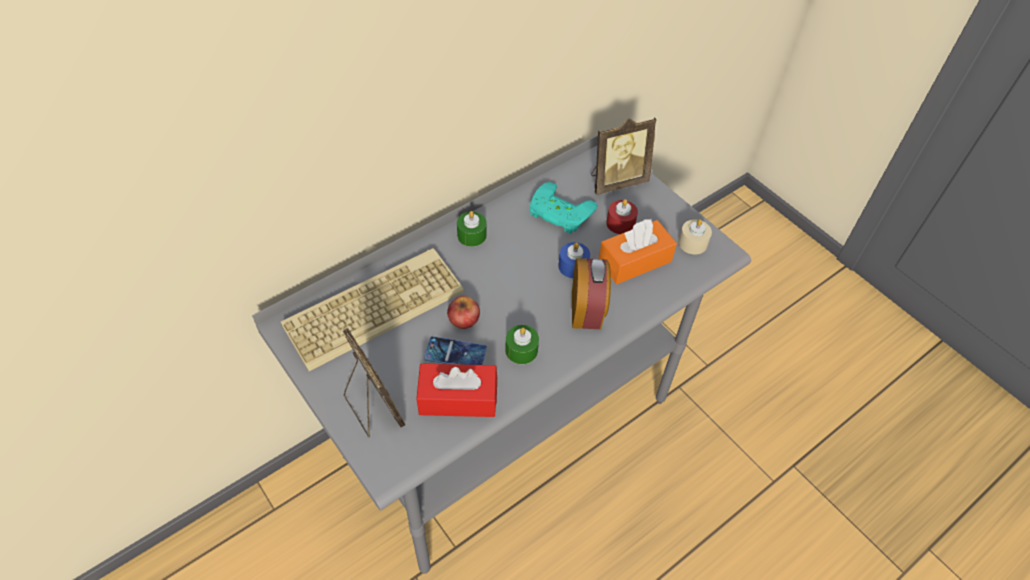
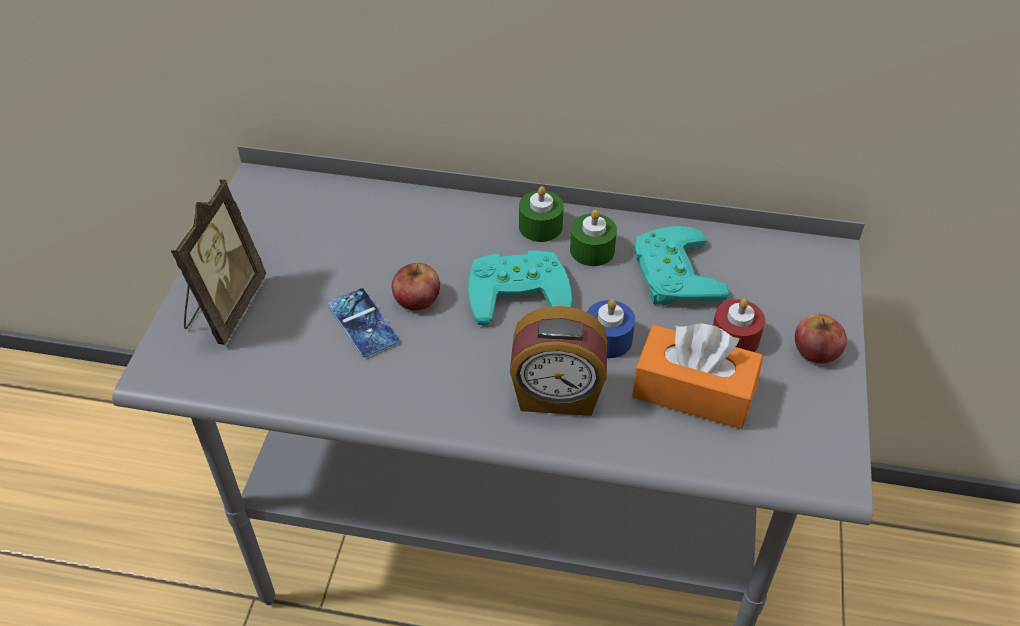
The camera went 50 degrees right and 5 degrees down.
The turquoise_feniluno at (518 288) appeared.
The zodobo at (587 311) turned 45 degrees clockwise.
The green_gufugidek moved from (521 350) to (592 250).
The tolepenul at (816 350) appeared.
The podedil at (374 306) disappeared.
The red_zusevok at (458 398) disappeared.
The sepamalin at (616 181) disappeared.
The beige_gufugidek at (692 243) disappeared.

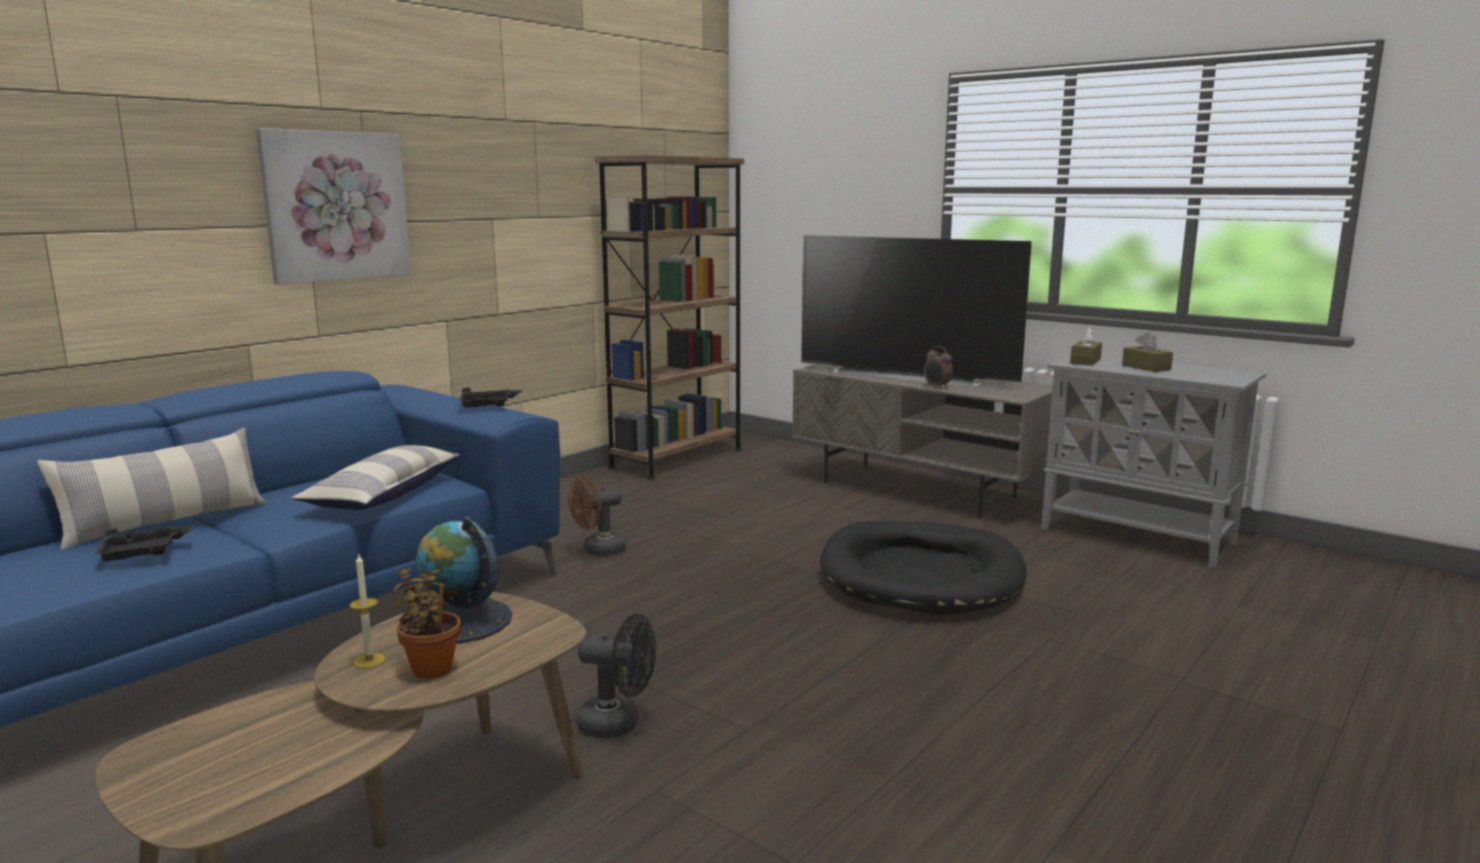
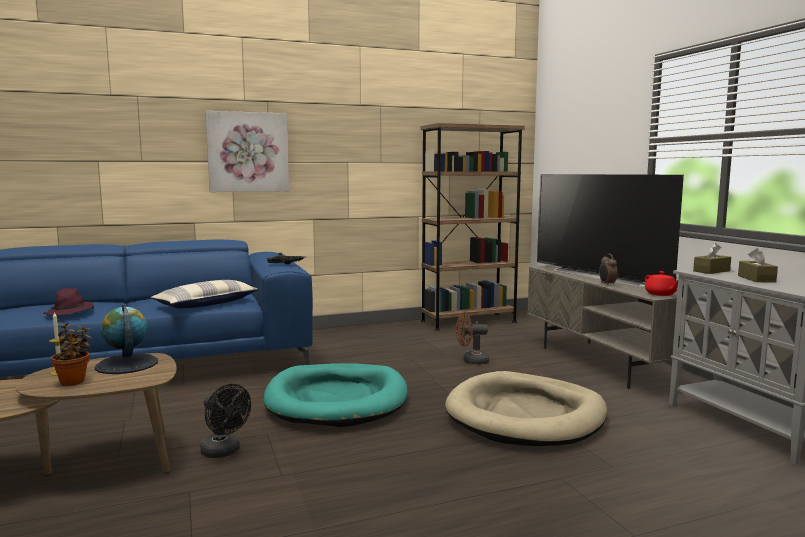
The camera went 30 degrees right and 5 degrees down.
The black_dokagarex at (143 553) was replaced by the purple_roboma at (70 312).
The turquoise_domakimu at (337 400) appeared.
The black_domakimu at (920 575) became the beige_domakimu at (525 415).
The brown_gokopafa moved from (598 550) to (471 361).
The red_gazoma at (660 294) appeared.
The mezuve at (165 523) disappeared.

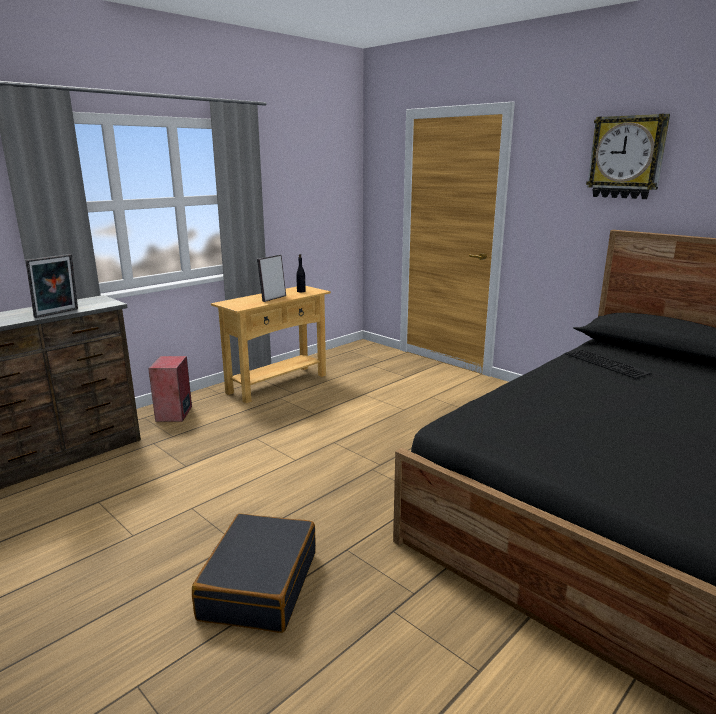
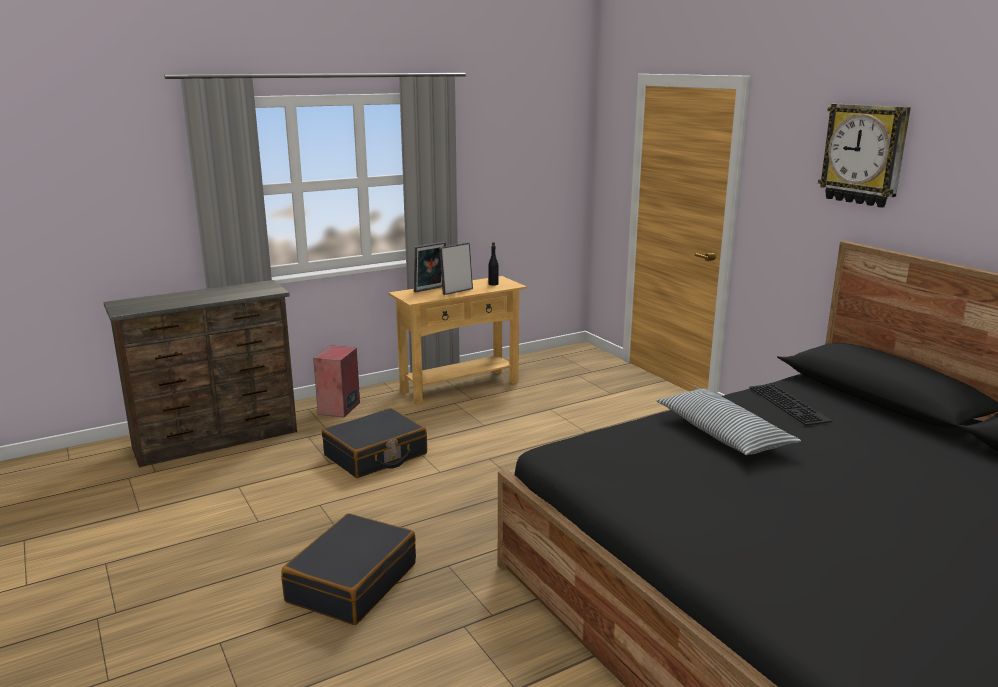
The camera went 15 degrees right and 0 degrees up.
The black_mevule at (376 455) appeared.
The sepamalin moved from (58 313) to (430 289).
The mezuve at (722 434) appeared.

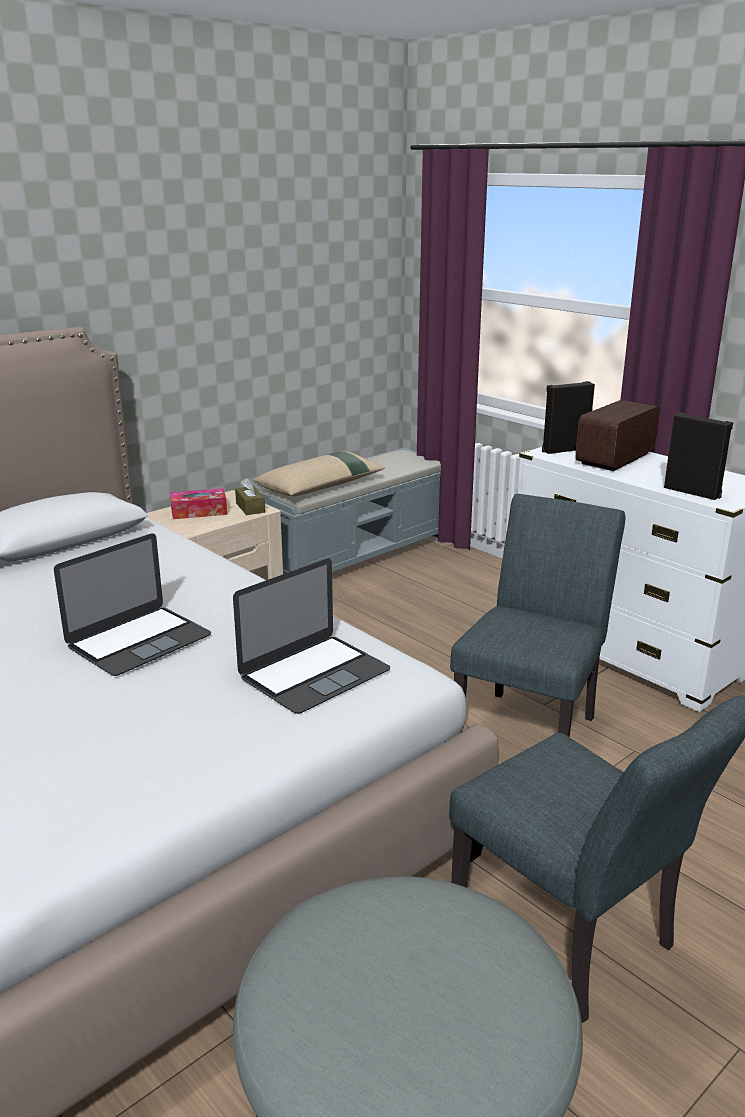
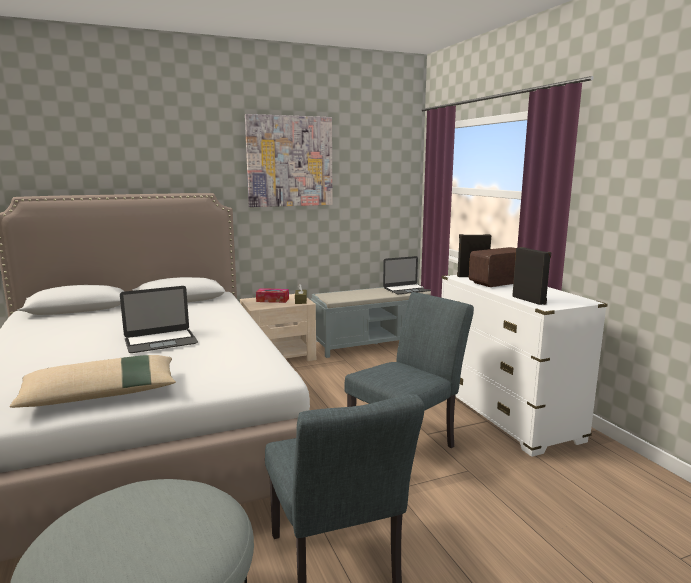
The camera went 20 degrees right and 10 degrees down.
The beige_mezuve moved from (321 486) to (101 394).
The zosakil at (289 161) appeared.
The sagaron moved from (314 673) to (407 289).

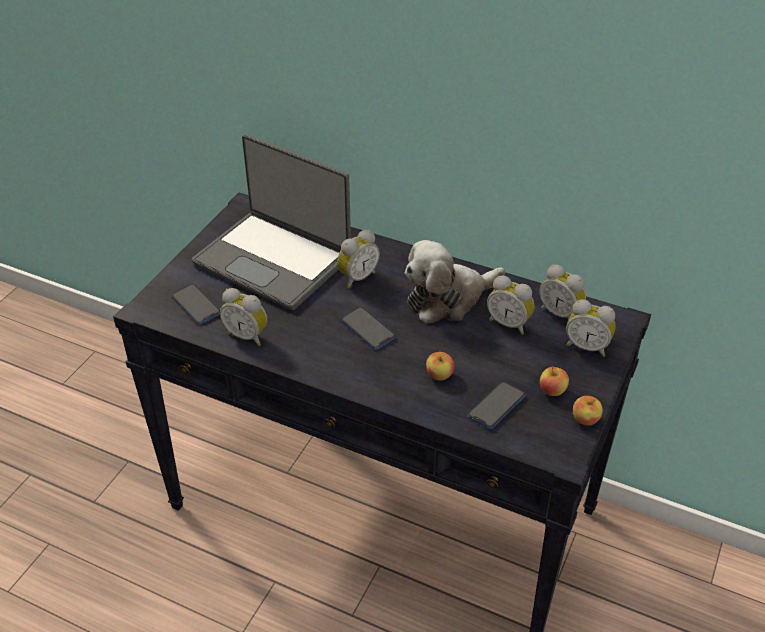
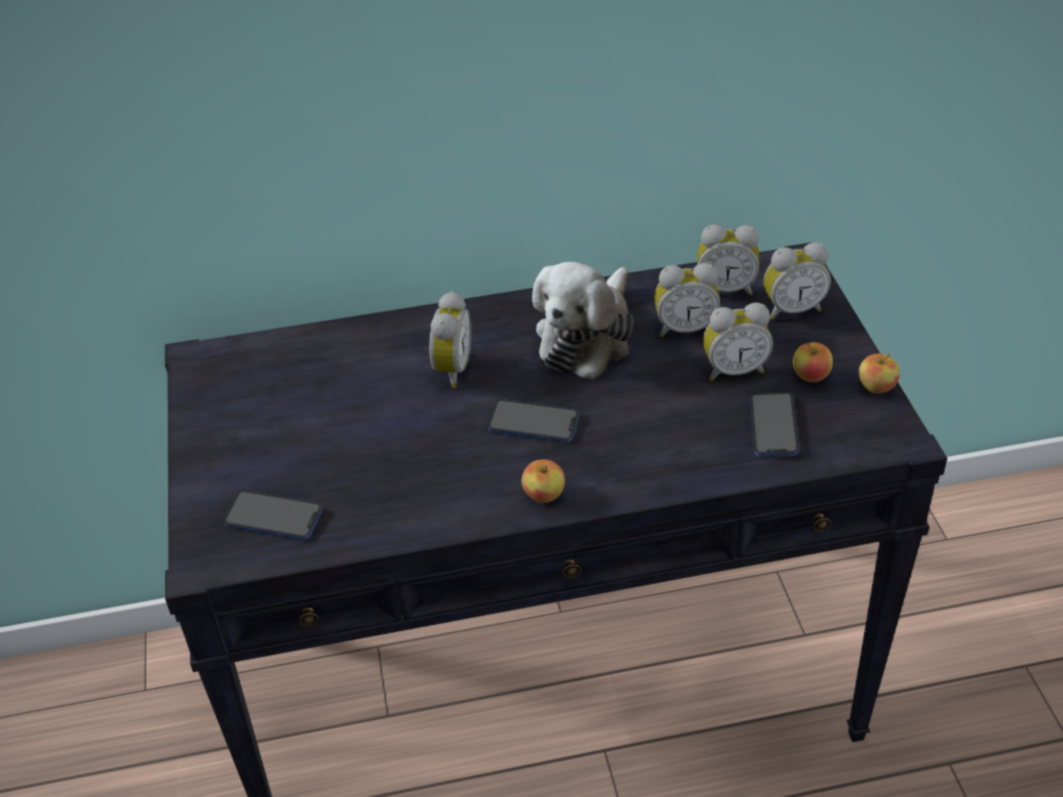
The camera went 35 degrees left and 0 degrees up.
The tolepenul moved from (439 375) to (544 495).
The zodobo moved from (247 335) to (733 370).
The sagaron at (274 260) disappeared.

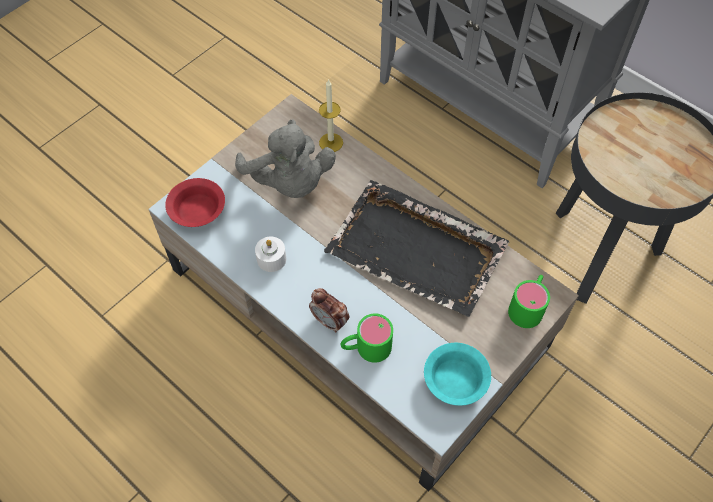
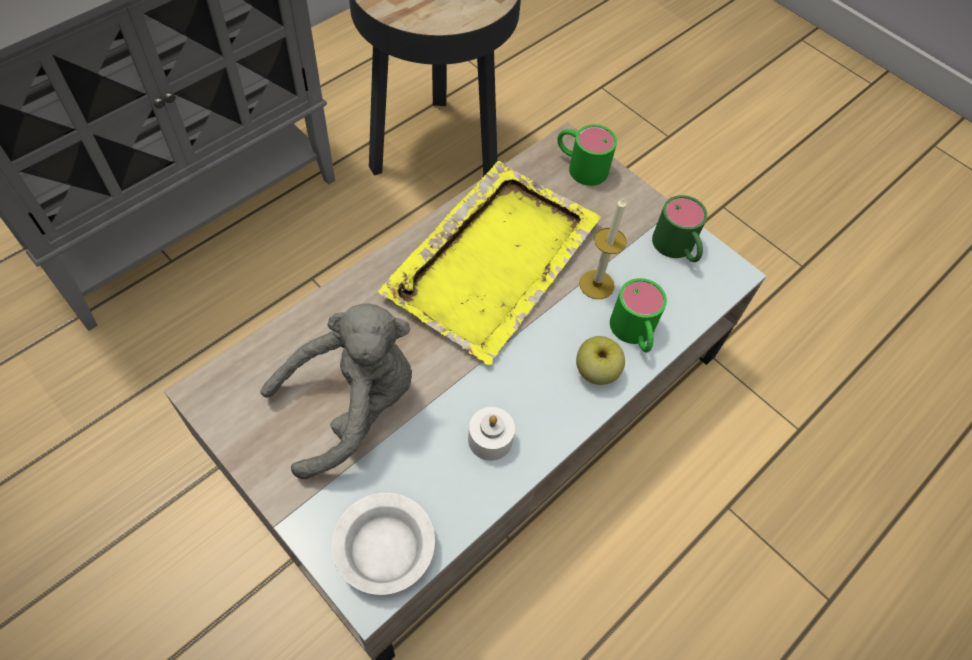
The camera went 90 degrees left and 0 degrees up.
The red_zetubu at (197 212) became the white_zetubu at (387 551).
The black_dokagarex at (417 251) became the yellow_dokagarex at (495 259).
The zodobo at (330 321) was replaced by the tolepenul at (596 371).
The gufugidek moved from (331 142) to (596 284).
The turquoise_zetubu at (455 382) was replaced by the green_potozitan at (677 249).

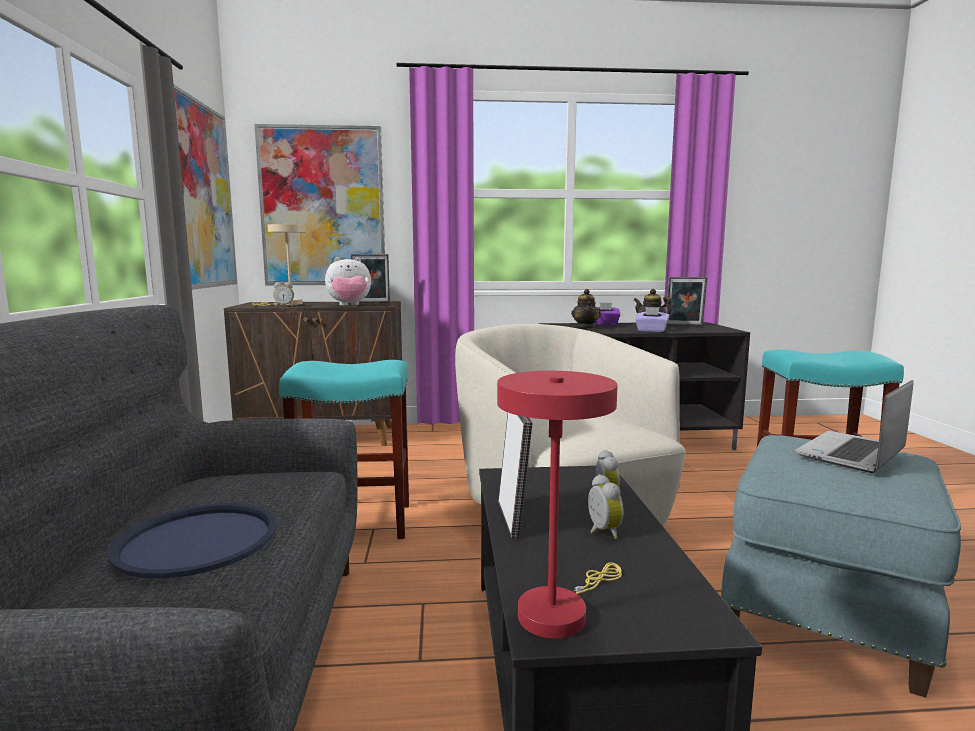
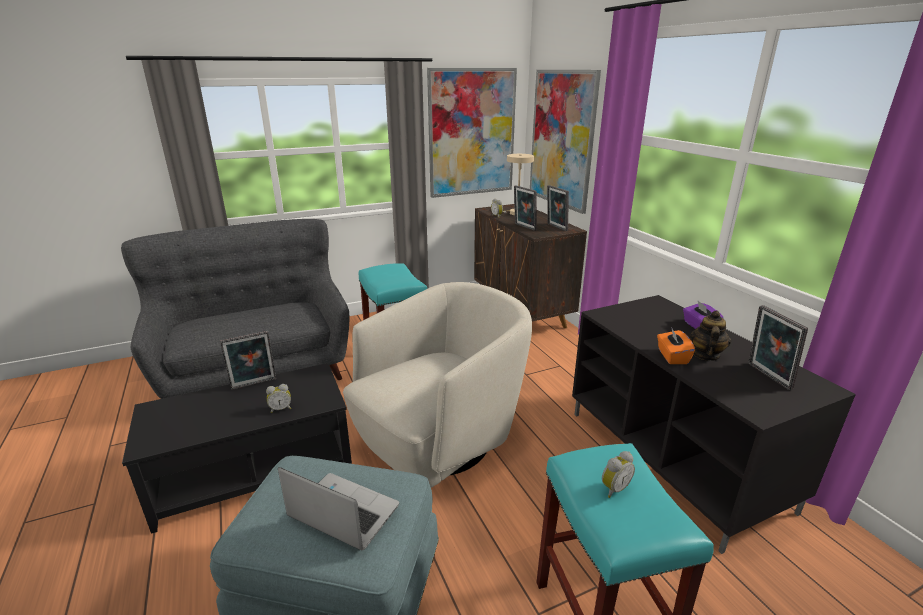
The camera went 70 degrees right and 15 degrees up.
The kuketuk at (349 305) was replaced by the sepamalin at (524 227).
The zodobo moved from (601 532) to (613 488).
The purple_zusevok at (651 331) became the orange_zusevok at (672 356).
The blue_dokagarex at (197 541) disappeared.
The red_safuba at (559 611) disappeared.
The gazoma at (585 327) disappeared.

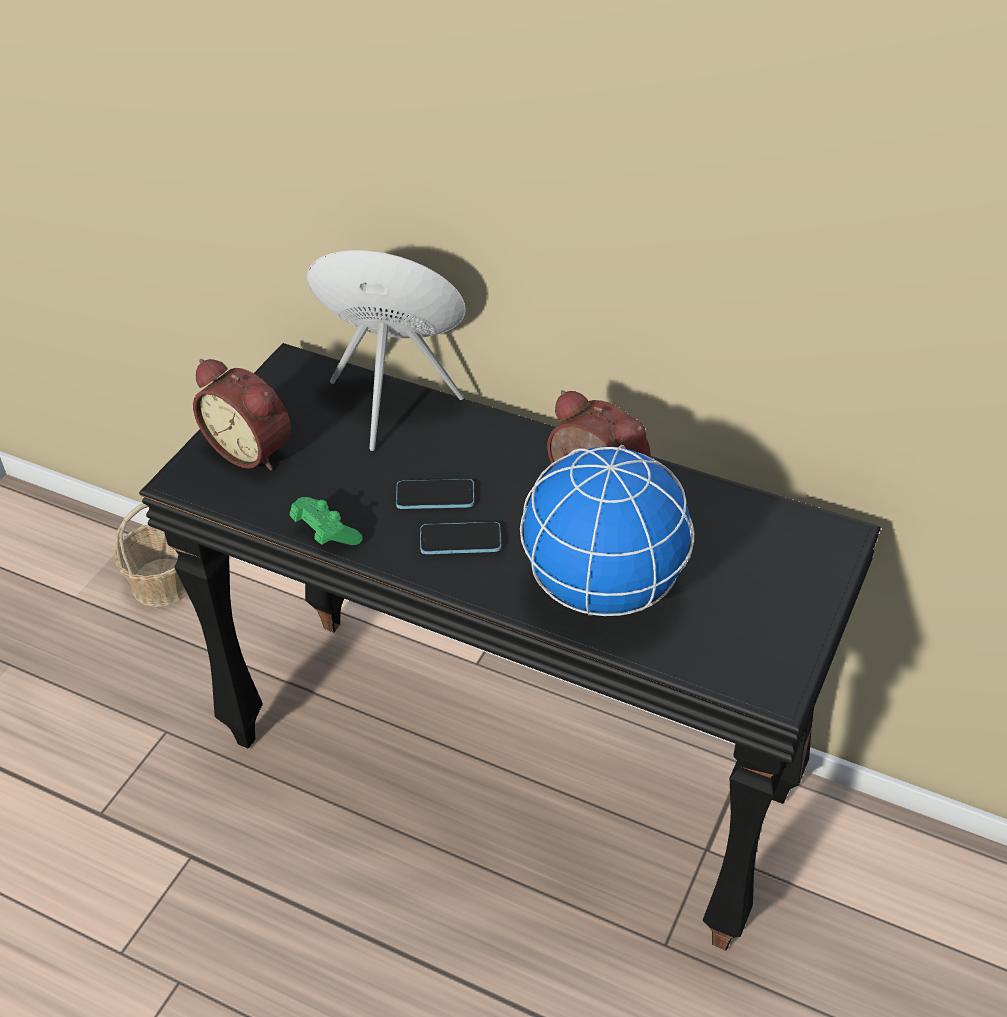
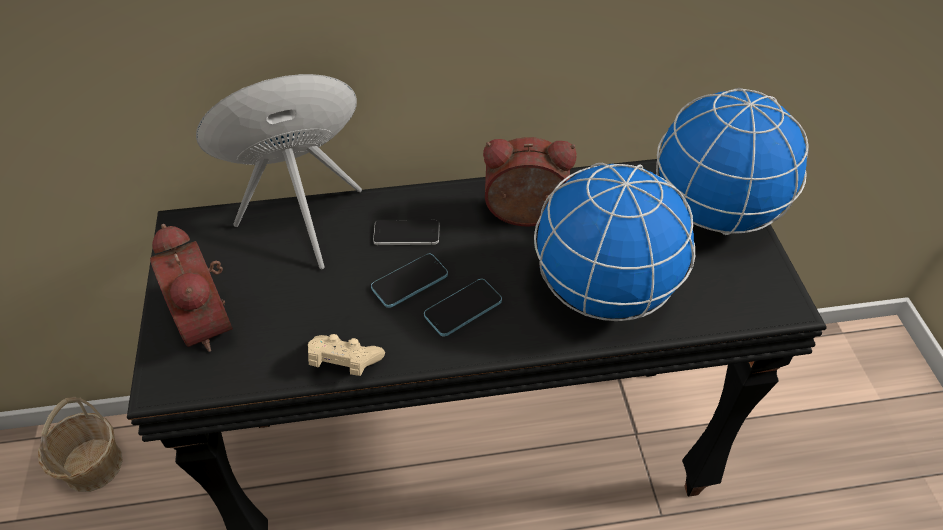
The camera went 35 degrees left and 5 degrees up.
The zodobo at (252 449) turned 60 degrees clockwise.
The green_feniluno at (325 533) became the beige_feniluno at (344 362).
The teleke at (406 233) appeared.
The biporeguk at (713 212) appeared.

